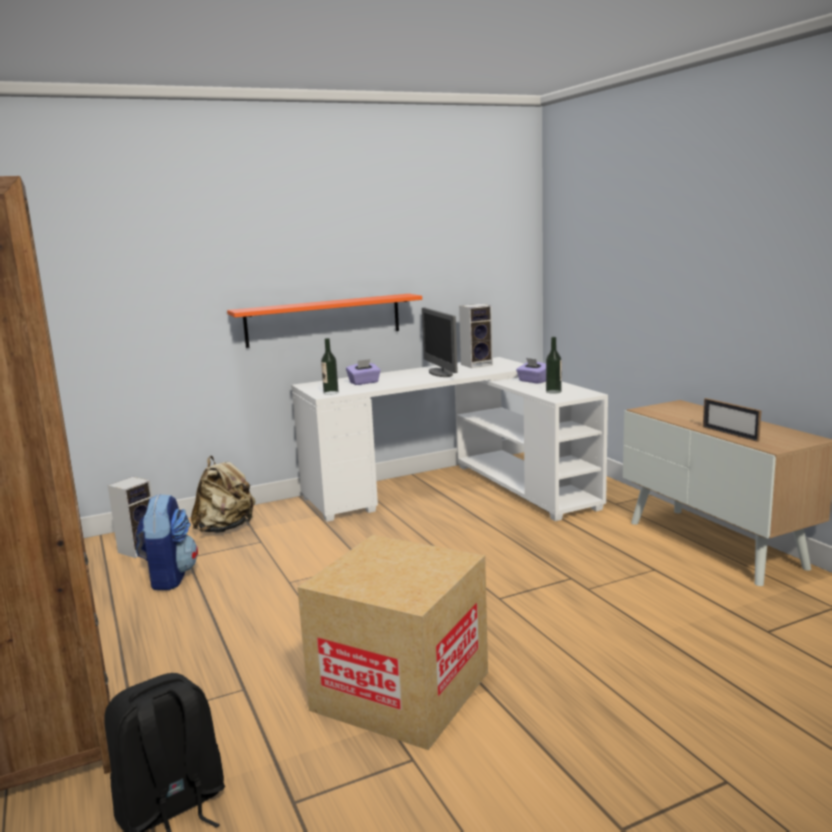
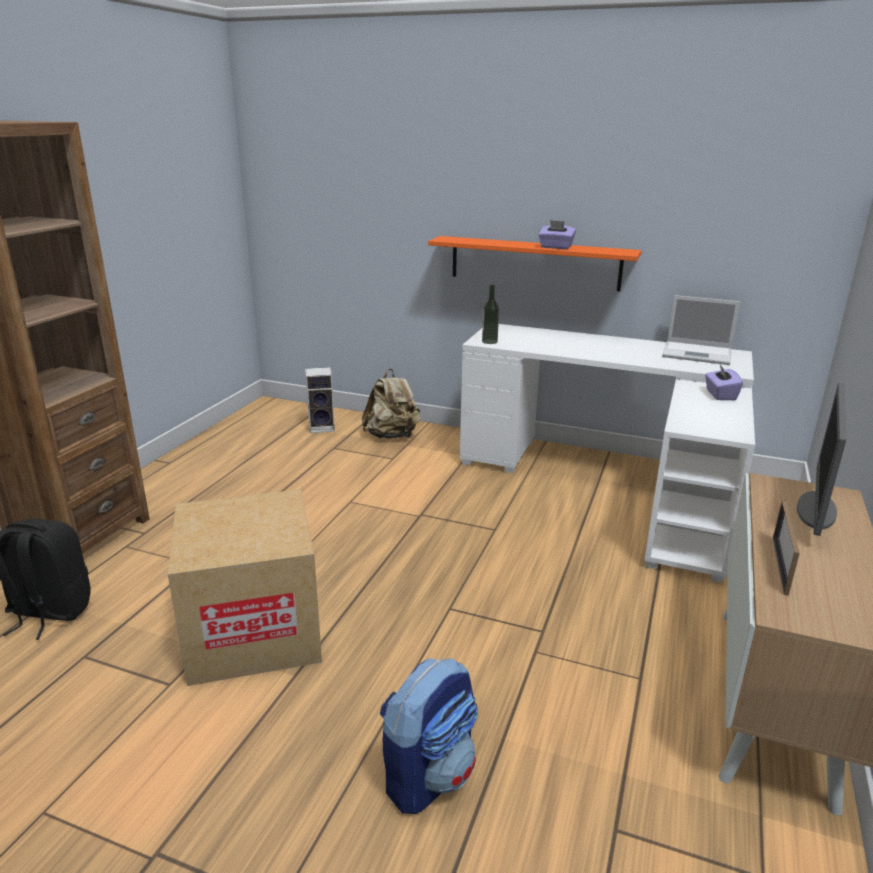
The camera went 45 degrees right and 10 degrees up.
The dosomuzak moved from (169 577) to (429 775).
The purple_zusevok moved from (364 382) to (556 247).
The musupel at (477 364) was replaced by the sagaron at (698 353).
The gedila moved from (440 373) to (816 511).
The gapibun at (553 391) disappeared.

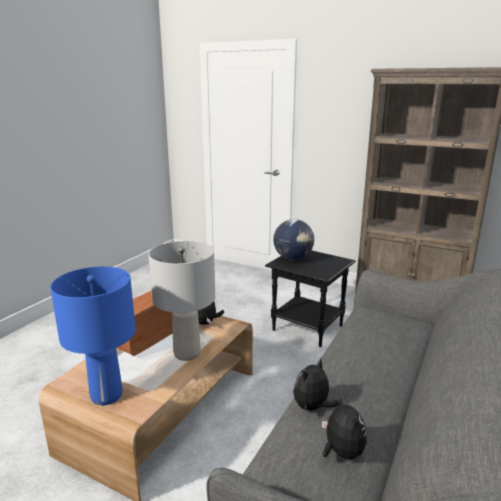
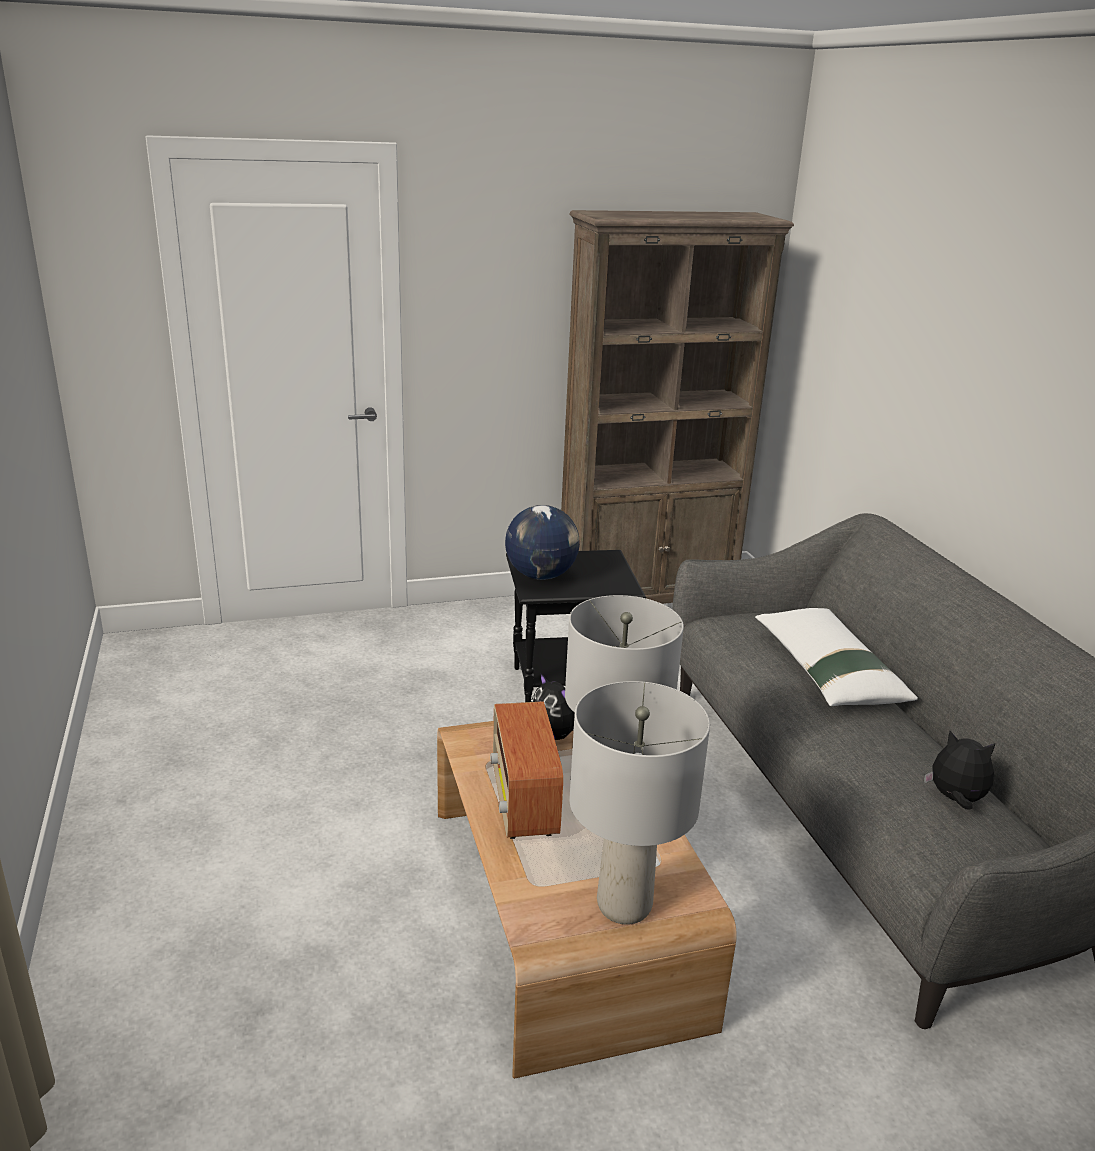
The camera went 45 degrees left and 5 degrees up.
The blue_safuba at (106 395) became the grey_safuba at (623 905).
The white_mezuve at (827 671) appeared.
The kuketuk at (312 407) disappeared.

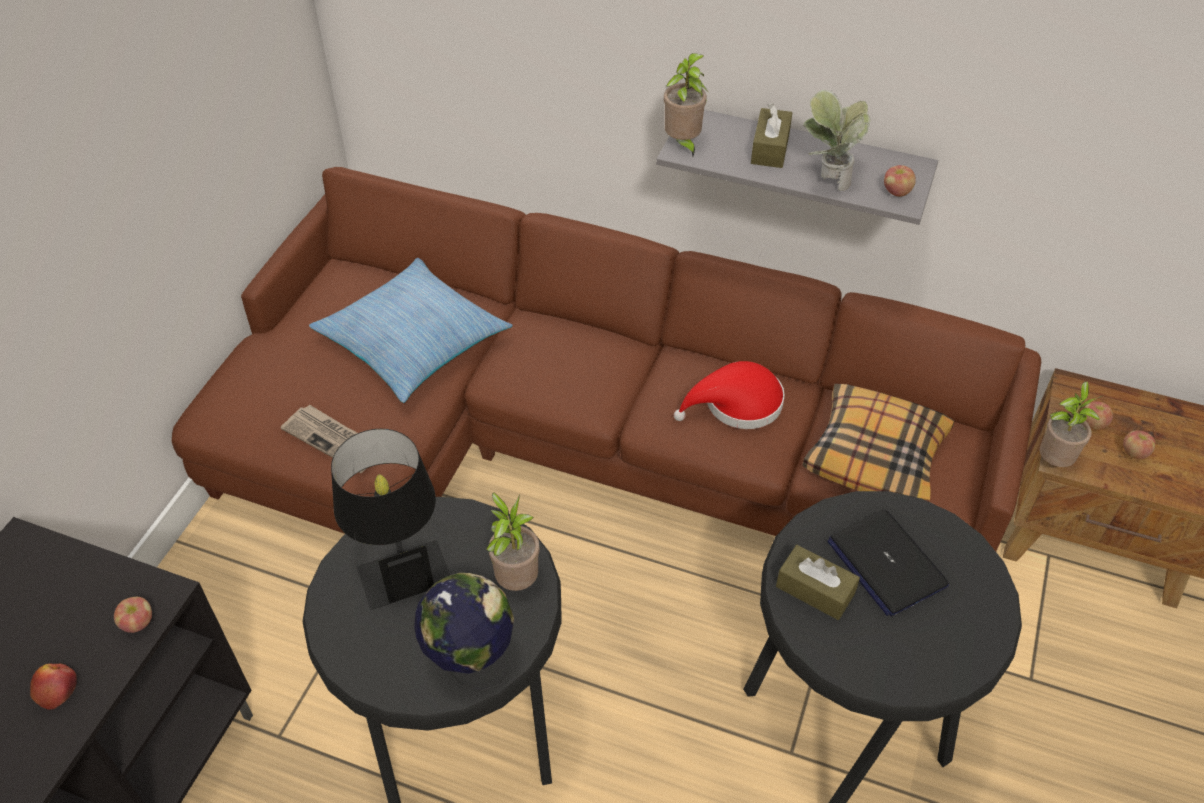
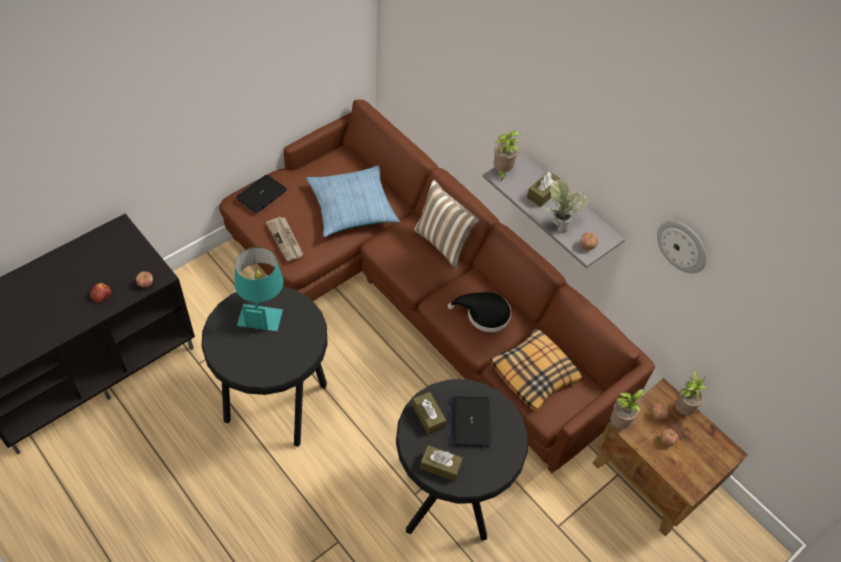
The camera went 25 degrees right and 5 degrees up.
The black_safuba at (398 559) became the turquoise_safuba at (261 310).
The sagaron at (261 194) appeared.
The mezuve at (443 243) appeared.
The brown_zusevok at (440 466) appeared.
The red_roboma at (737 404) became the black_roboma at (484 314).
The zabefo at (682 246) appeared.
The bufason moved from (516 580) to (682 409).
The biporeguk at (470 660) disappeared.

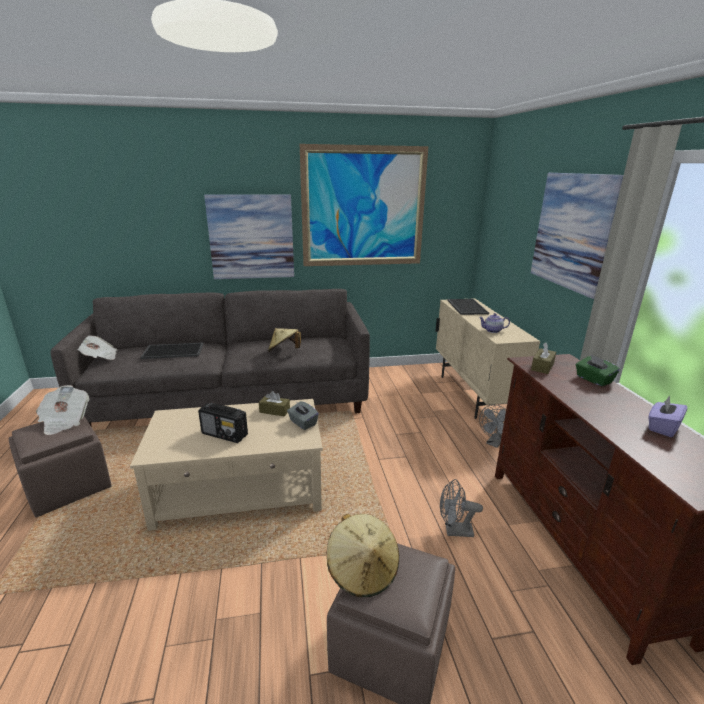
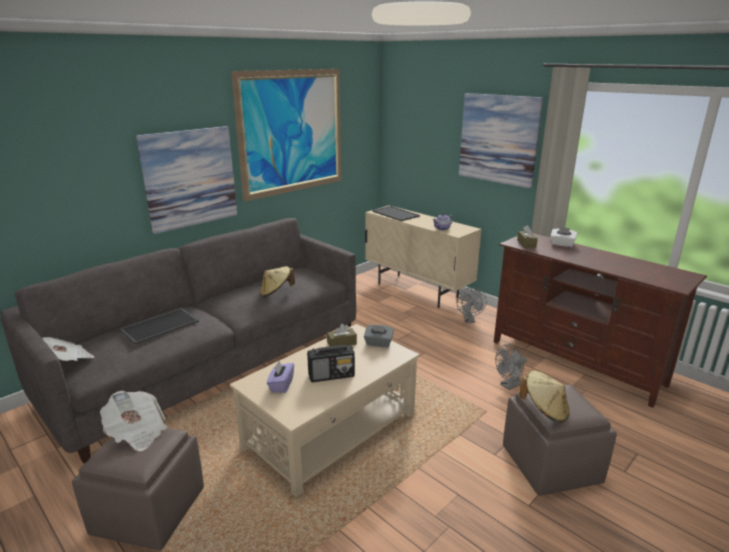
The camera went 35 degrees left and 0 degrees up.
The purple_zusevok moved from (662 427) to (281 385).
The green_zusevok at (593 380) became the white_zusevok at (562 244).

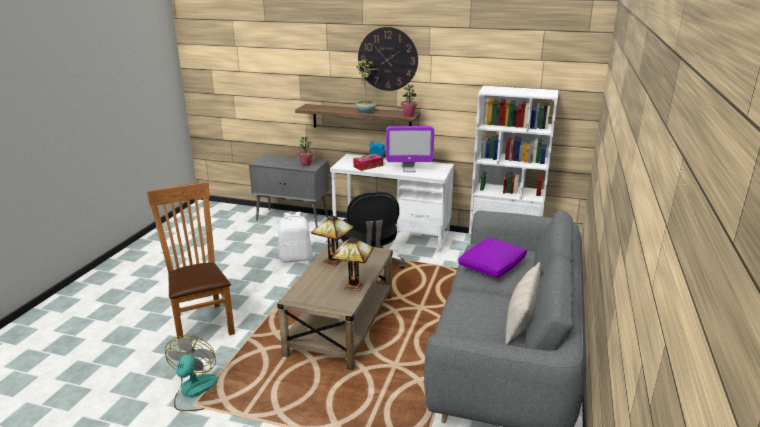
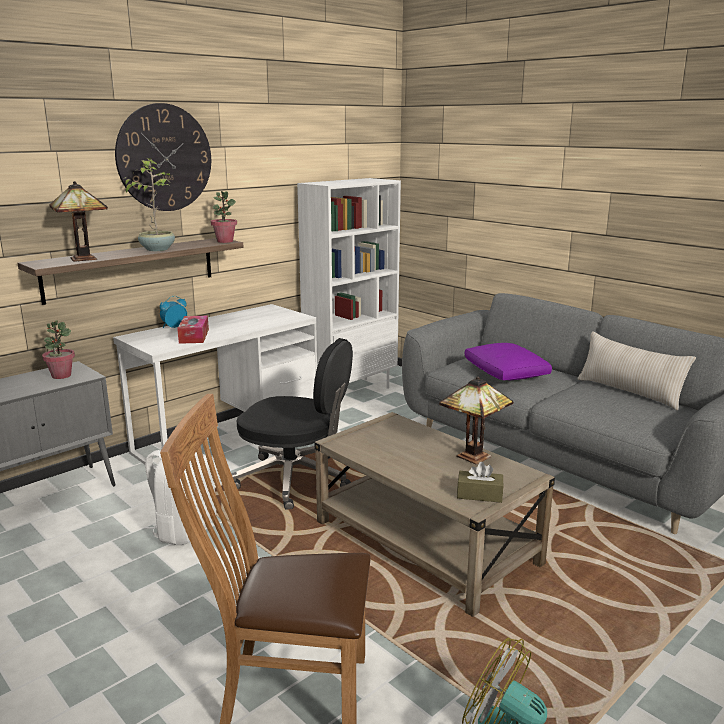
The camera went 60 degrees left and 5 degrees down.
The safuba moved from (335 261) to (85 258).
The brown_zusevok at (479 494) appeared.
The gedila at (409 170) disappeared.

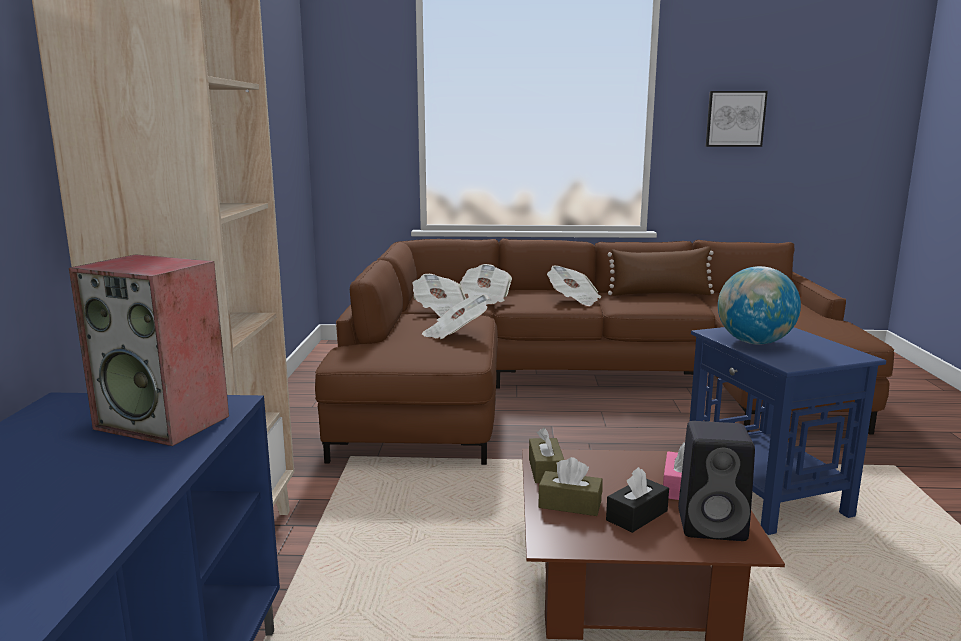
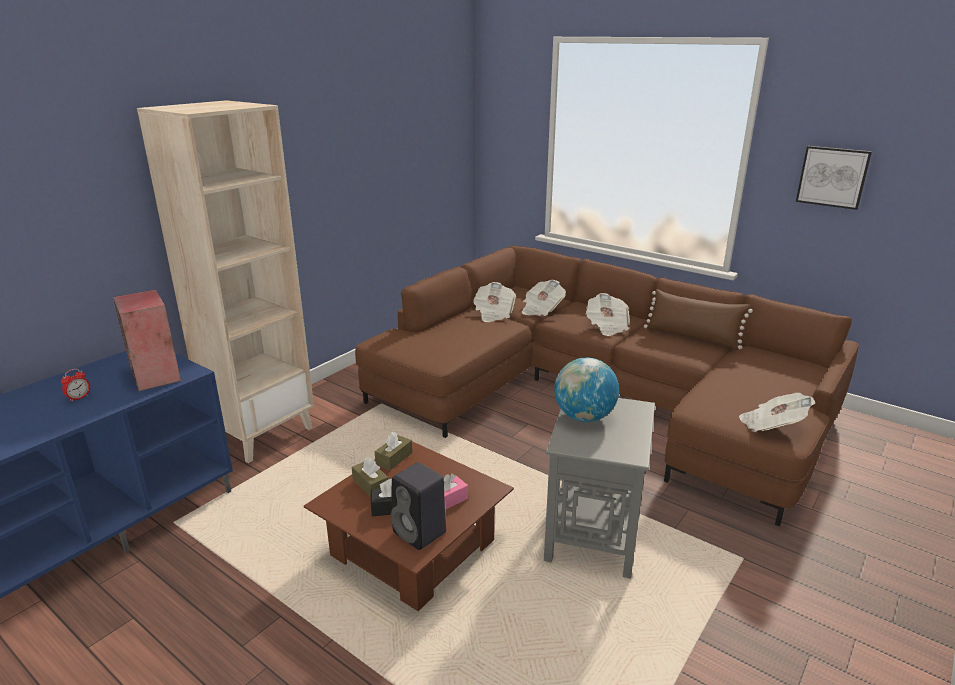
The camera went 35 degrees right and 10 degrees up.
The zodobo at (79 398) appeared.
The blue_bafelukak at (766 495) became the grey_bafelukak at (593 535).
The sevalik moved from (455 334) to (771 426).

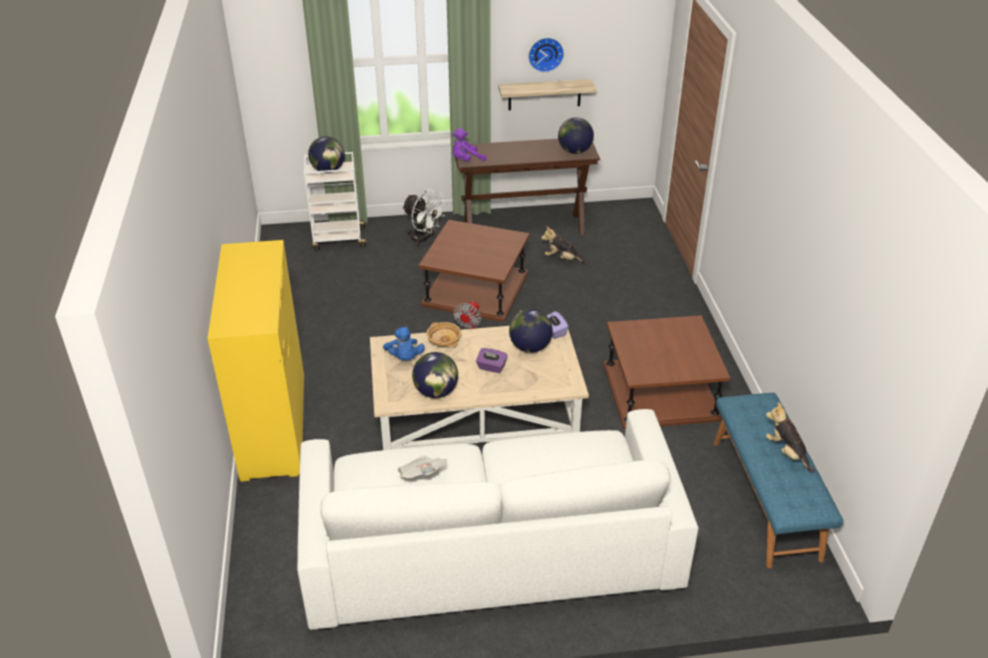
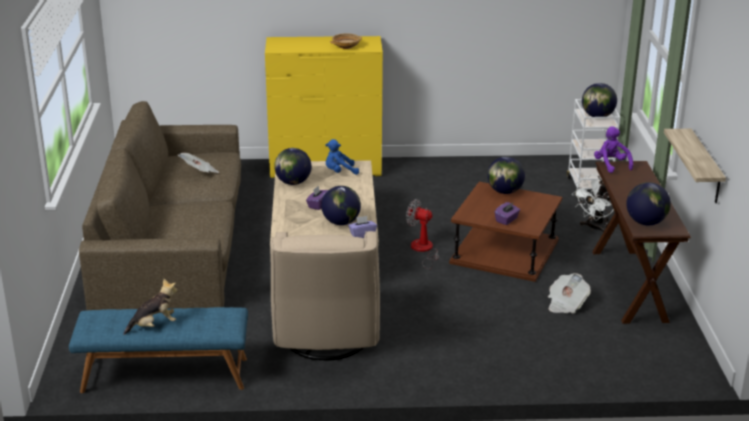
The camera went 95 degrees right and 10 degrees down.
The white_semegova at (490 544) became the brown_semegova at (174 243).
The brown_bafelukak at (660 392) was replaced by the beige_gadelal at (326 338).
The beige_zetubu moved from (443 341) to (346 46).
The biporeguk at (505 192) appeared.
The purple_zusevok at (507 220) appeared.
The kuketuk at (562 259) was replaced by the sevalik at (566 304).
The zabefo at (545 53) disappeared.

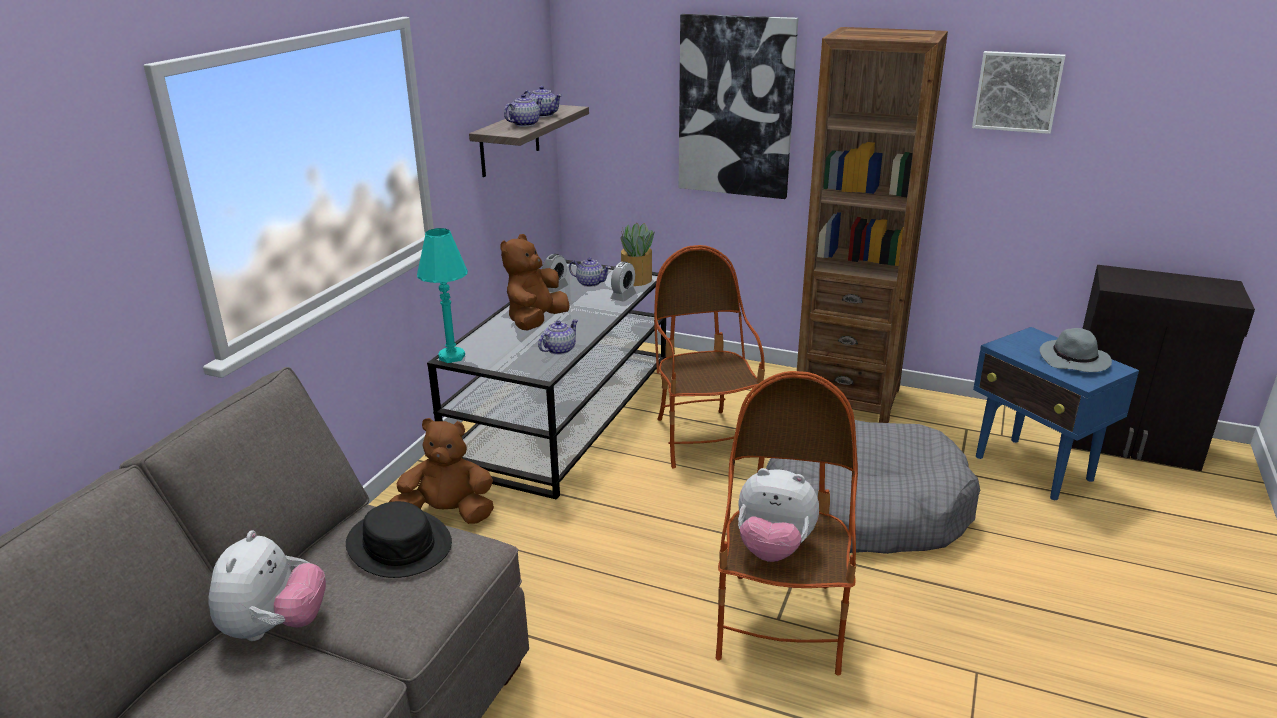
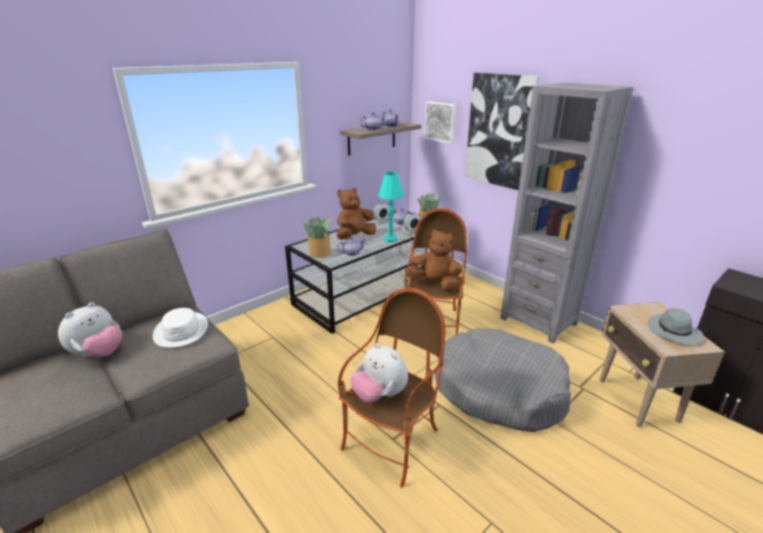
The camera went 25 degrees right and 0 degrees up.
The black_roboma at (399 544) became the white_roboma at (181 330).
The bufason at (319 253) appeared.
The turquoise_safuba moved from (452 357) to (390 239).
The brown_kuketuk moved from (448 514) to (434 284).
The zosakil moved from (1017 91) to (441 122).
The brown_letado at (847 397) became the grey_letado at (538 321).
The blue_bafelukak at (1034 469) became the beige_bafelukak at (637 401).

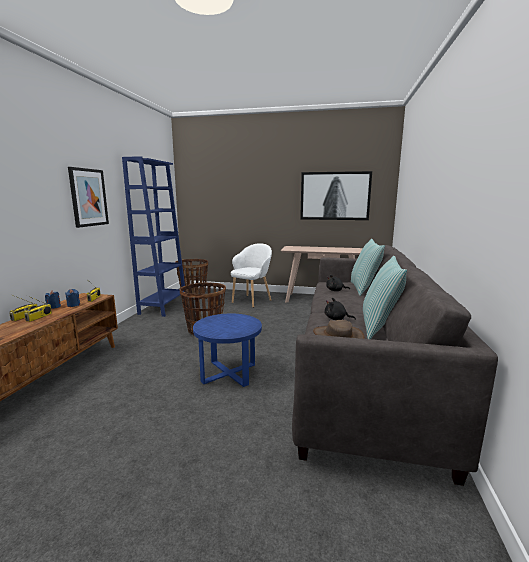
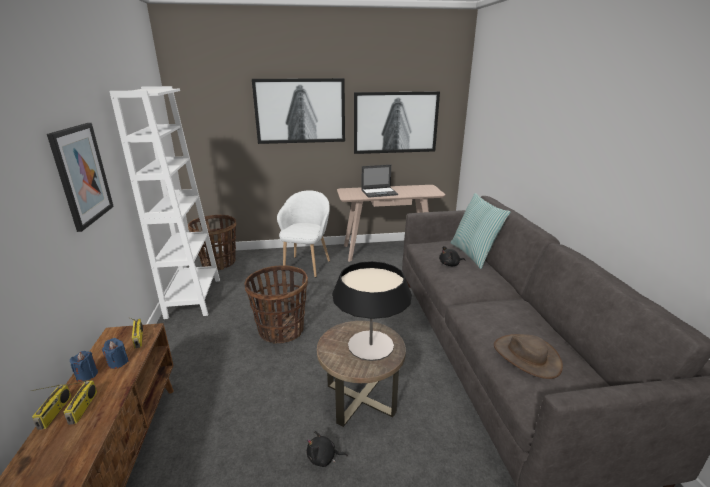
The camera went 20 degrees left and 10 degrees up.
The blue_letado at (163 307) became the white_letado at (194 298).
The zosakil at (300 111) appeared.
The black_kuketuk moved from (336 319) to (323 458).
The blue_bafelukak at (229 373) became the brown_bafelukak at (360 398).
The safuba at (370 345) appeared.
The sagaron at (379 192) appeared.
The mezuve at (379 327) disappeared.

